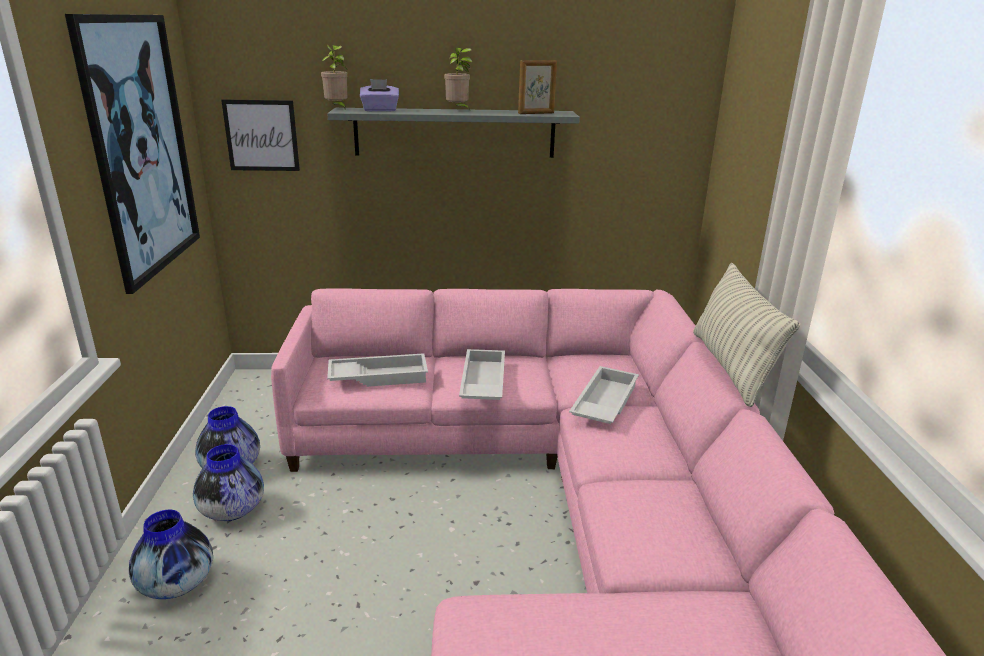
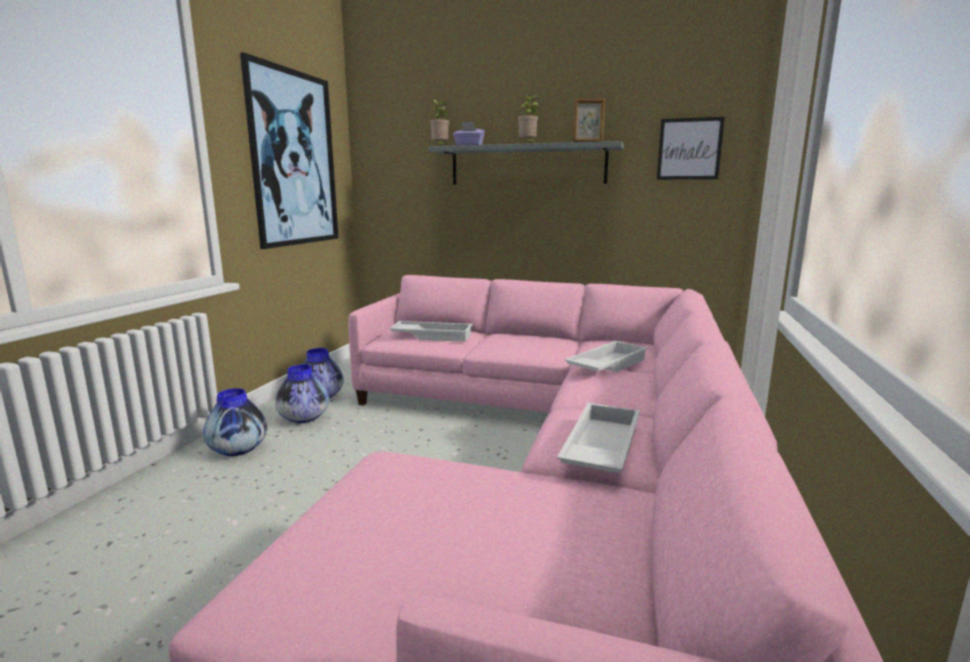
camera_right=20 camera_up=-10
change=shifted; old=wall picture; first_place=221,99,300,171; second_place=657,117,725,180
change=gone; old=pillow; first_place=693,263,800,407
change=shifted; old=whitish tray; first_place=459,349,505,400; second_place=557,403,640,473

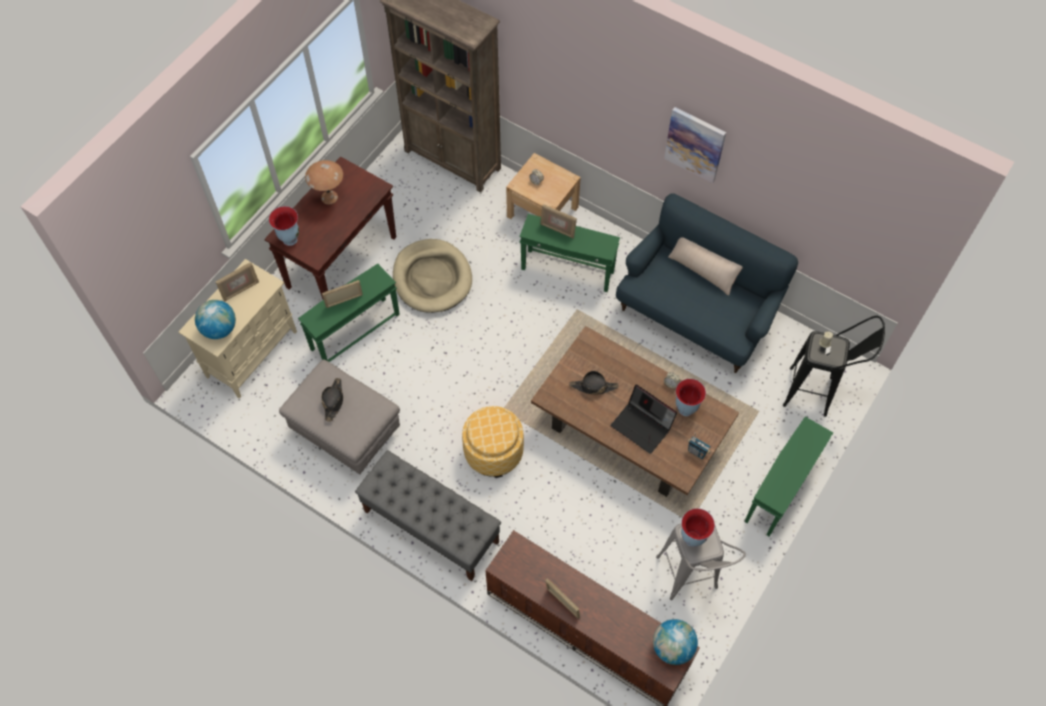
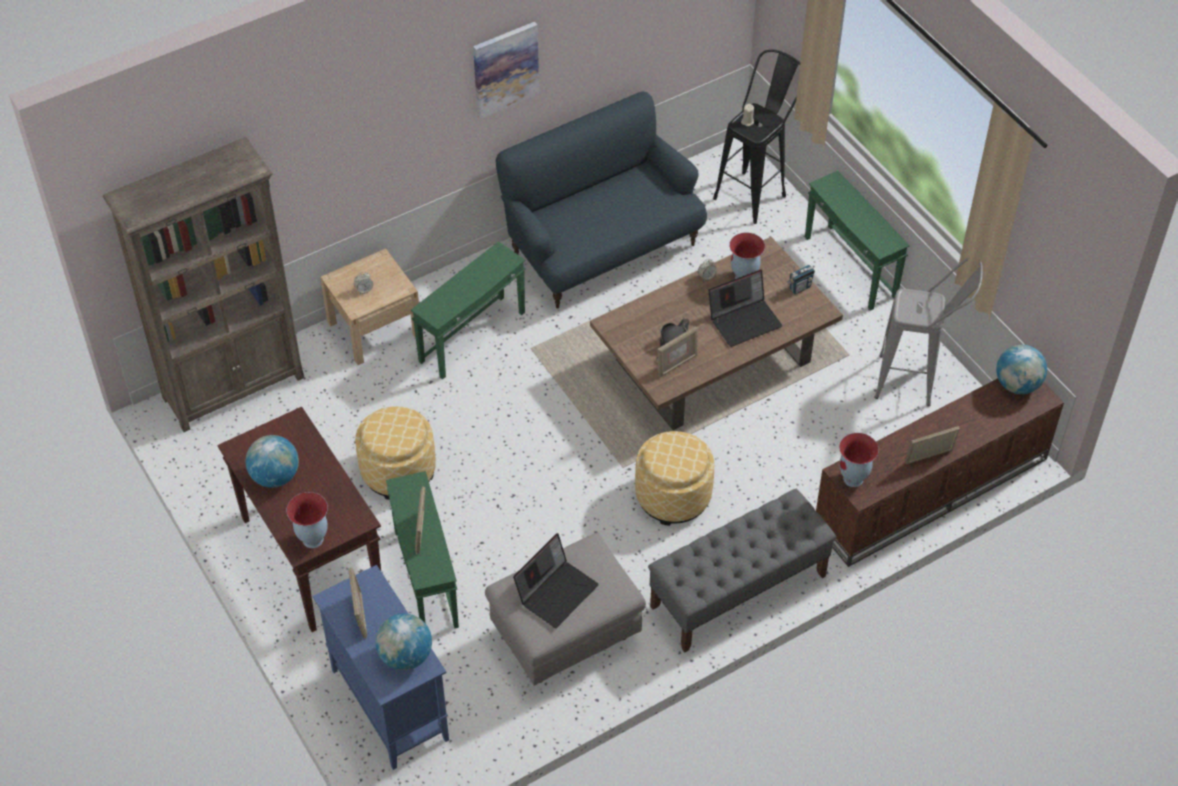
camera_right=-65 camera_up=-10
change=swapped; old=brownish lamp for a table; new=globe; first_place=305,160,343,204; second_place=245,435,299,488
change=shifted; old=picture frame; first_place=540,205,577,239; second_place=657,326,698,378
change=gone; old=beige-coloured pillow; first_place=668,237,743,296
change=swapped; old=beige-coloured pet bed; new=footrest; first_place=393,239,472,313; second_place=355,406,436,500
change=repainted; old=beige-coloured cabinet; new=blue cabinet; first_place=178,259,297,399; second_place=313,565,449,770
change=swapped; old=black-coloured hat; new=laptop; first_place=321,378,343,422; second_place=513,533,599,628
change=shifted; old=flower vase; first_place=681,508,715,547; second_place=839,433,879,487

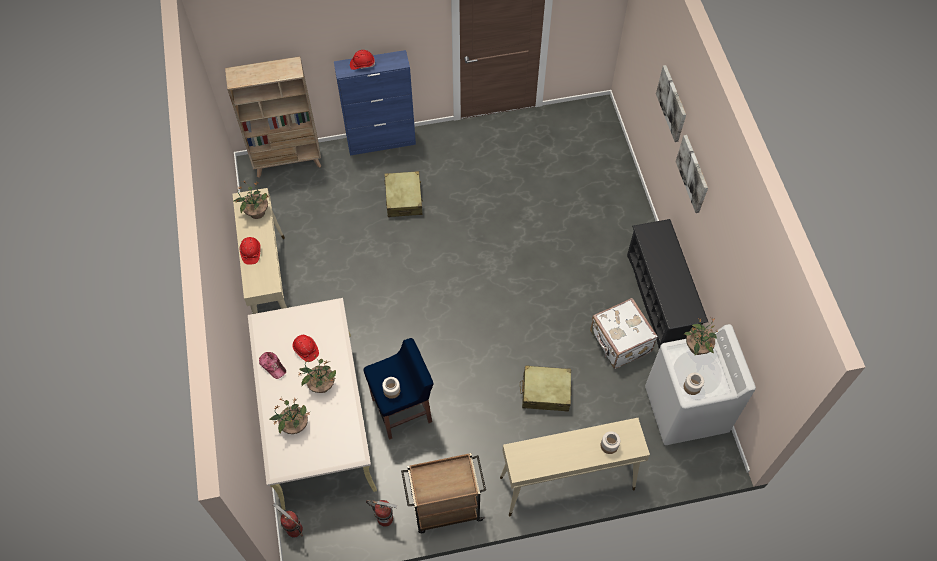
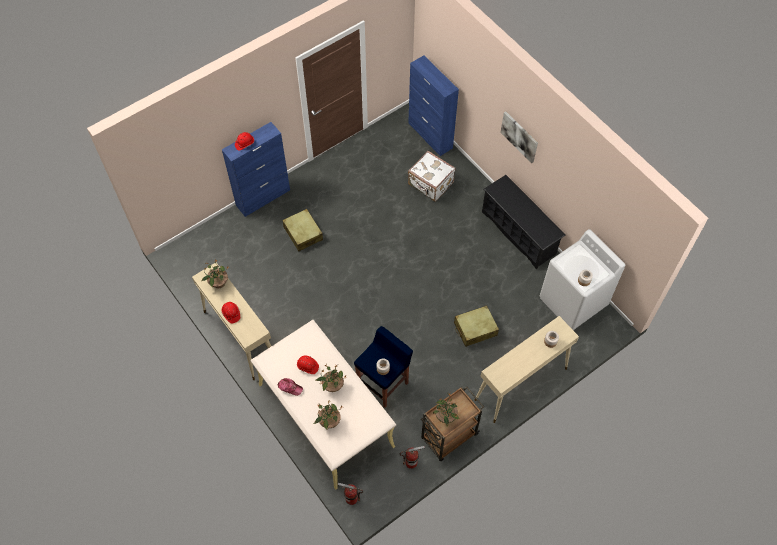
camera_right=-25 camera_up=0
change=gone; old=beige-coloured bookcase; first_place=225,56,321,178
change=gone; old=wall picture; first_place=656,65,686,142
change=shifted; old=whitish piece of luggage; first_place=590,298,658,369; second_place=408,151,455,202
change=shifted; old=plant in a pot; first_place=683,317,717,356; second_place=433,393,459,426
change=new; new=blue cabinet; second_place=408,55,459,156

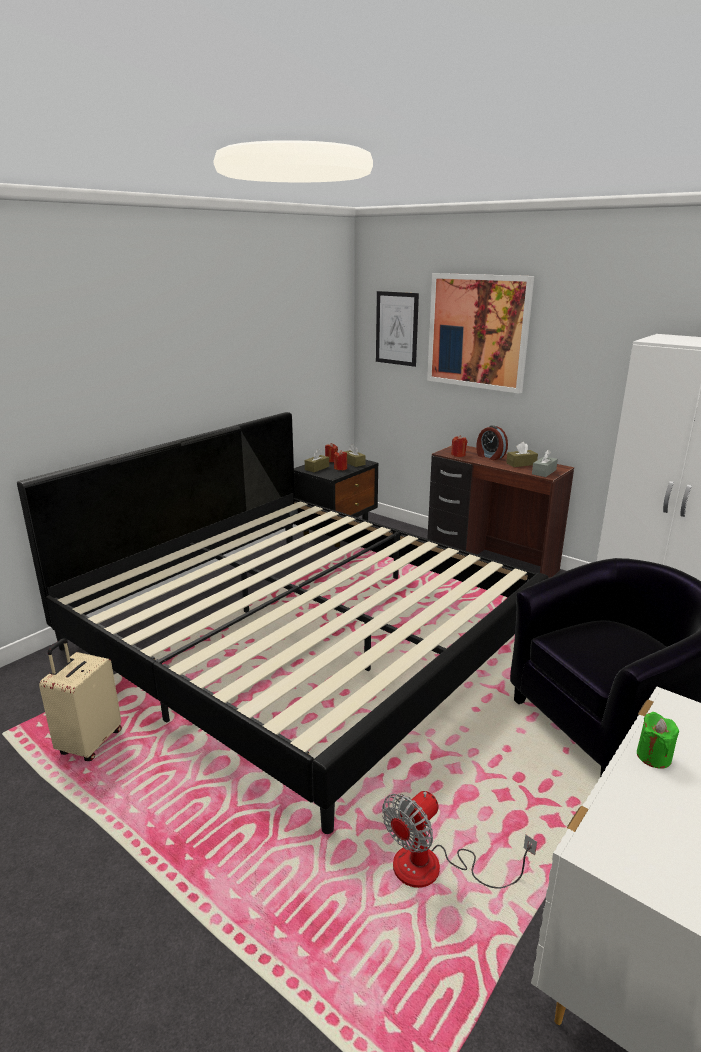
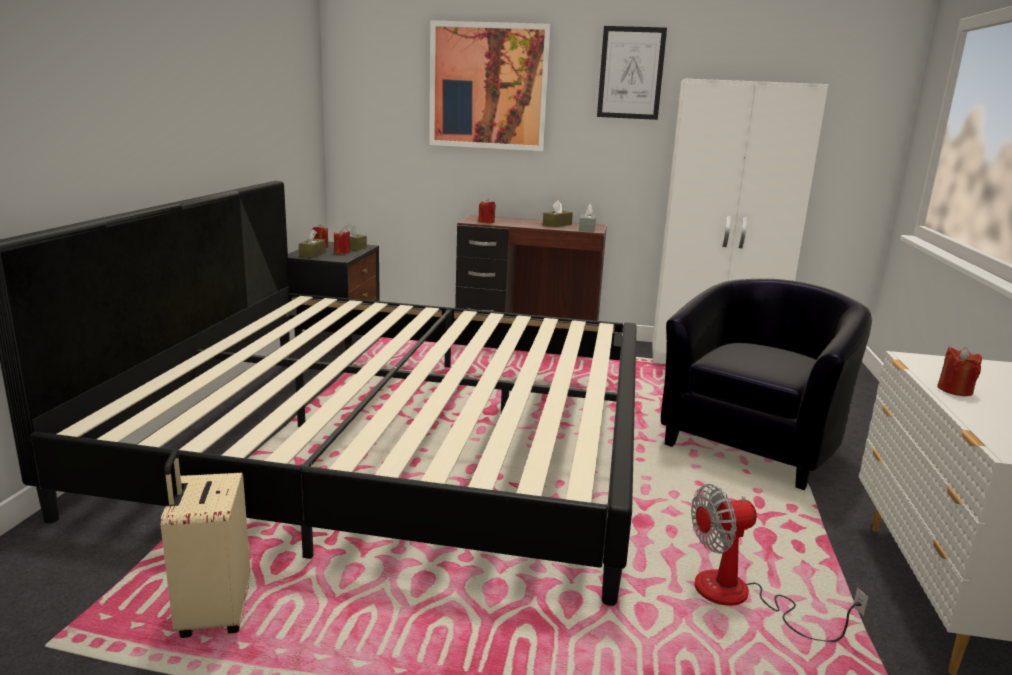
camera_right=-30 camera_up=-5
change=shifted; old=wall picture; first_place=376,291,419,367; second_place=597,26,667,120
change=gone; old=table clock; first_place=476,425,508,460
change=repainted; old=greenish candle; new=reddish candle; first_place=637,712,679,769; second_place=938,347,982,396
change=rotated; old=cooling fan; first_place=382,791,537,889; second_place=691,484,869,642; degrees=60

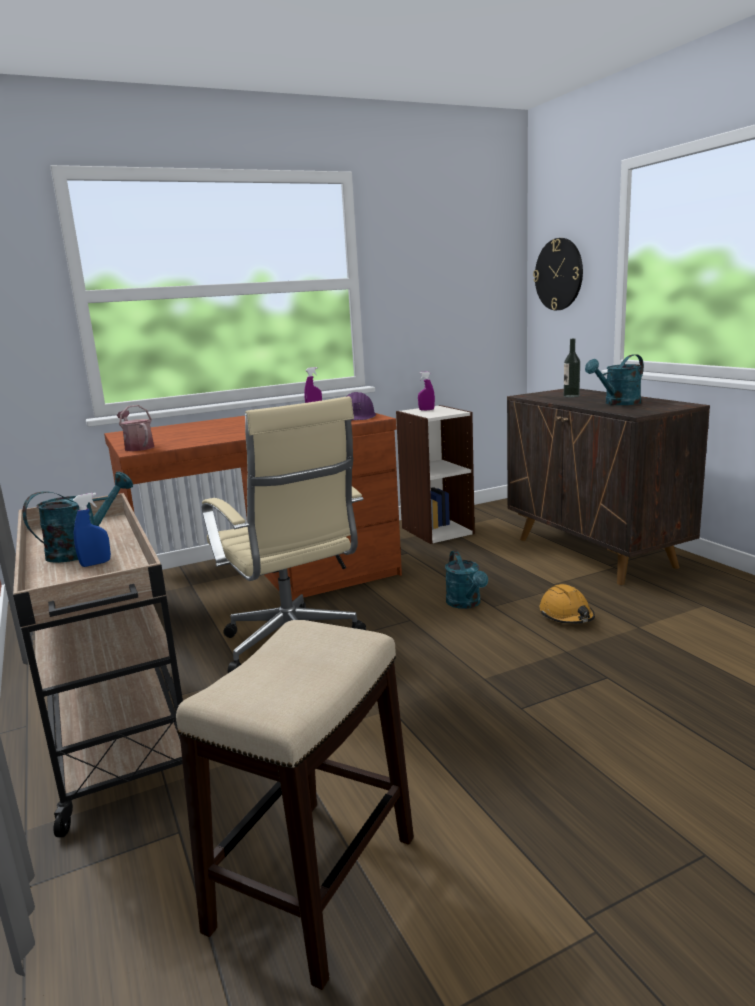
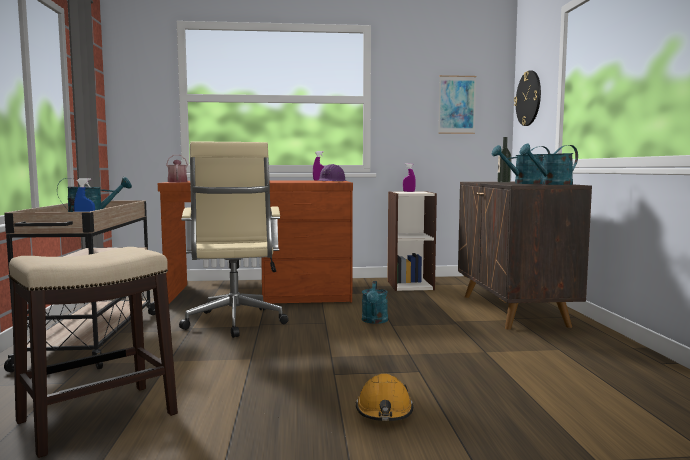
camera_right=20 camera_up=-10
change=shifted; old=orangey safety helmet; first_place=539,584,595,624; second_place=356,374,413,421
change=new; new=wall picture; second_place=438,75,476,134
change=new; new=turquoise watering can; second_place=519,144,578,185

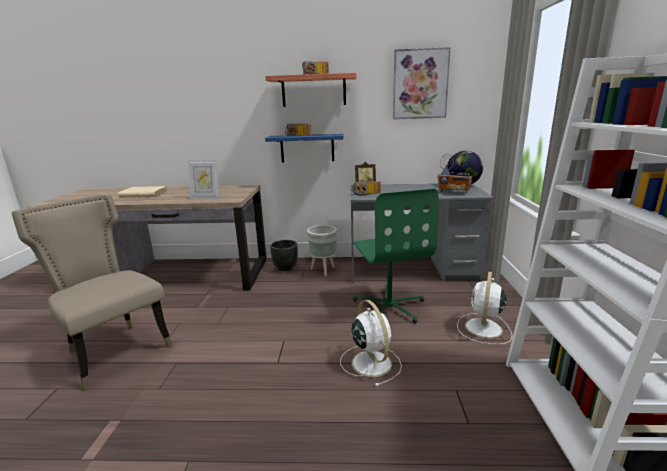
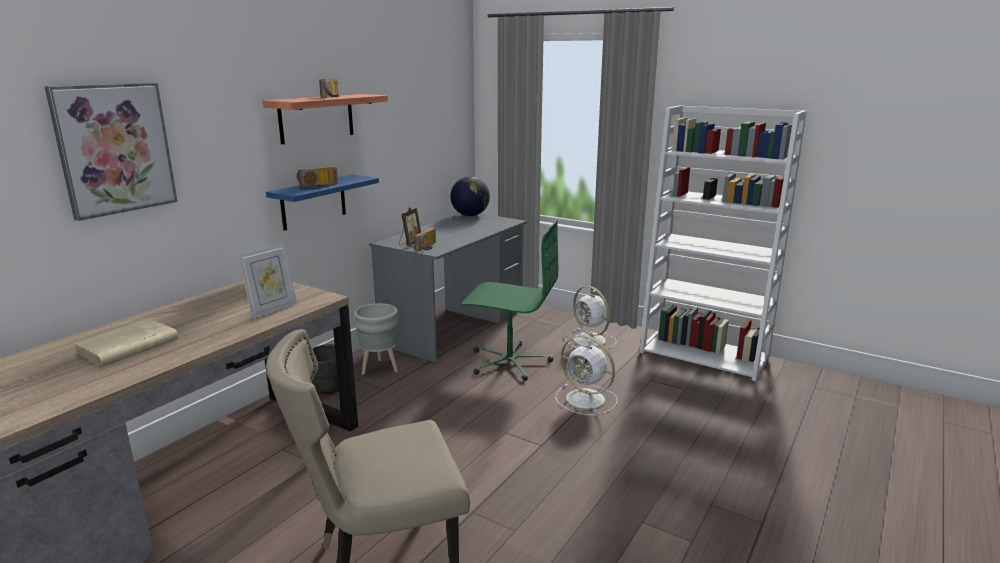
camera_right=-60 camera_up=0
change=shifted; old=wall picture; first_place=393,47,451,119; second_place=45,83,178,221
change=gone; old=radio set; first_place=437,154,472,193
change=rotated; old=whitish cooling fan; first_place=340,300,402,386; second_place=555,335,618,415; degrees=-150

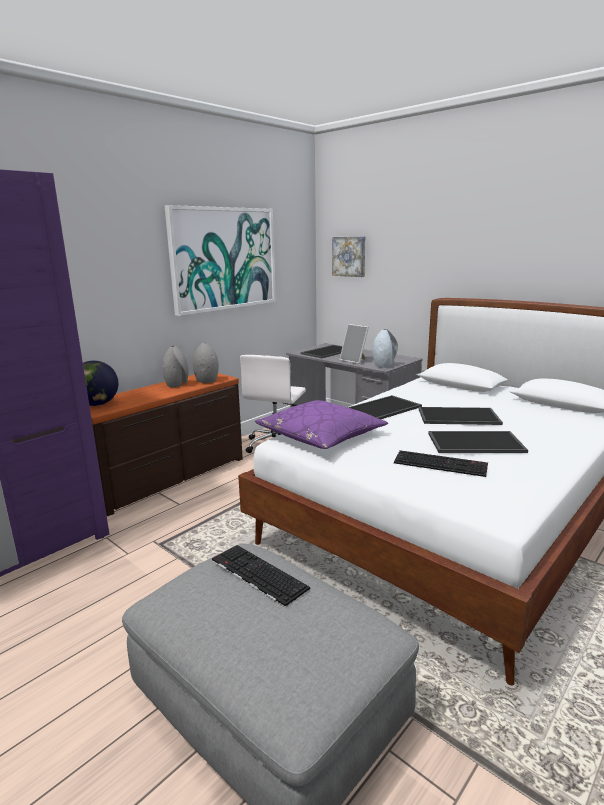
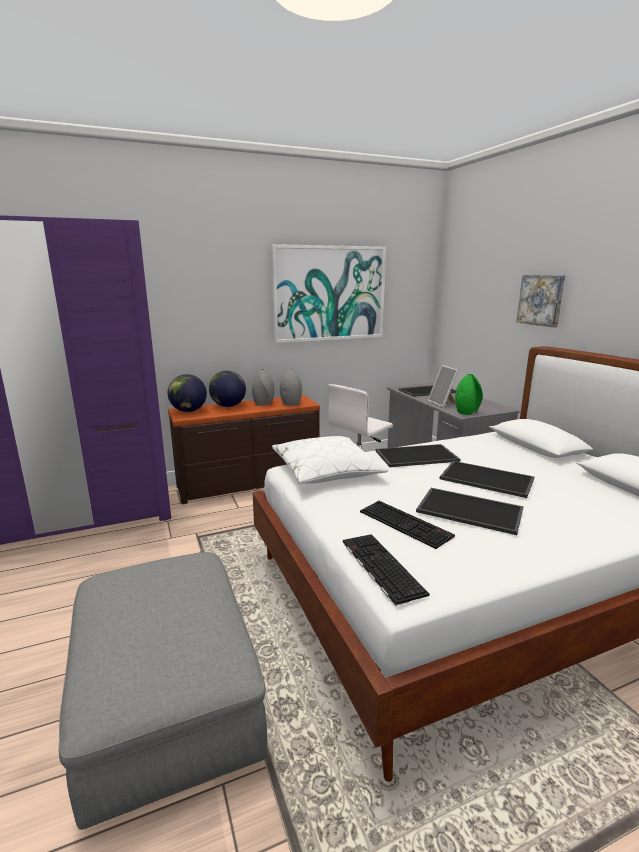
camera_right=25 camera_up=0
change=shifted; old=wall picture; first_place=332,236,365,277; second_place=516,275,565,327
change=repainted; old=gray flower vase; new=greenish flower vase; first_place=373,329,398,368; second_place=455,374,483,415
change=repainted; old=purplish pillow; new=whitish pillow; first_place=255,400,388,449; second_place=272,436,389,484
change=shifted; old=keyboard; first_place=212,545,310,608; second_place=343,534,430,606
change=new; new=globe; second_place=209,371,246,407

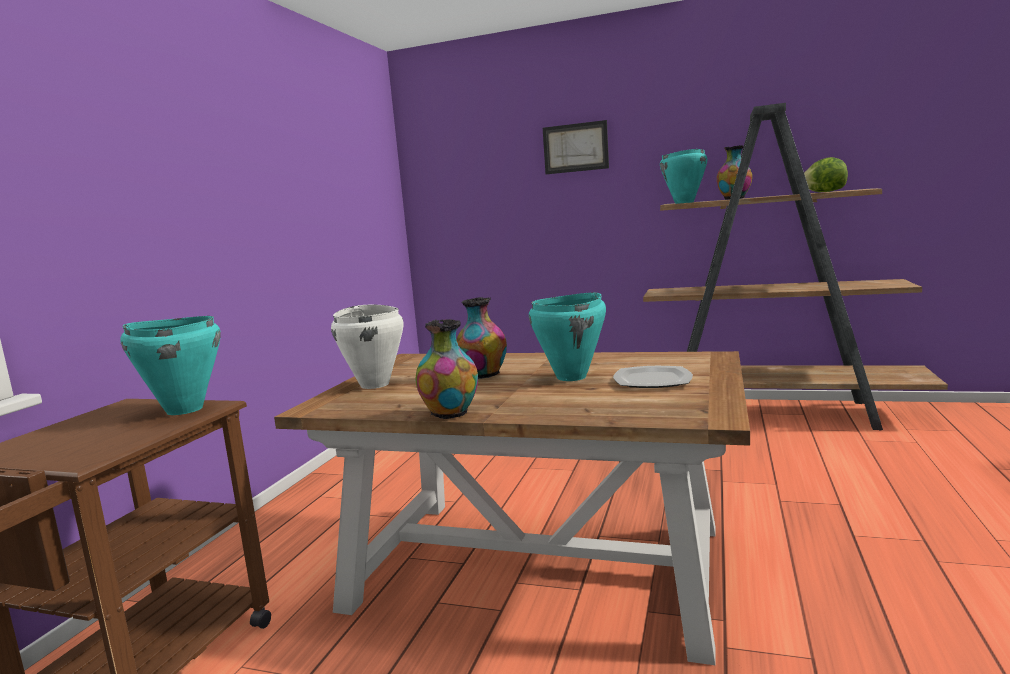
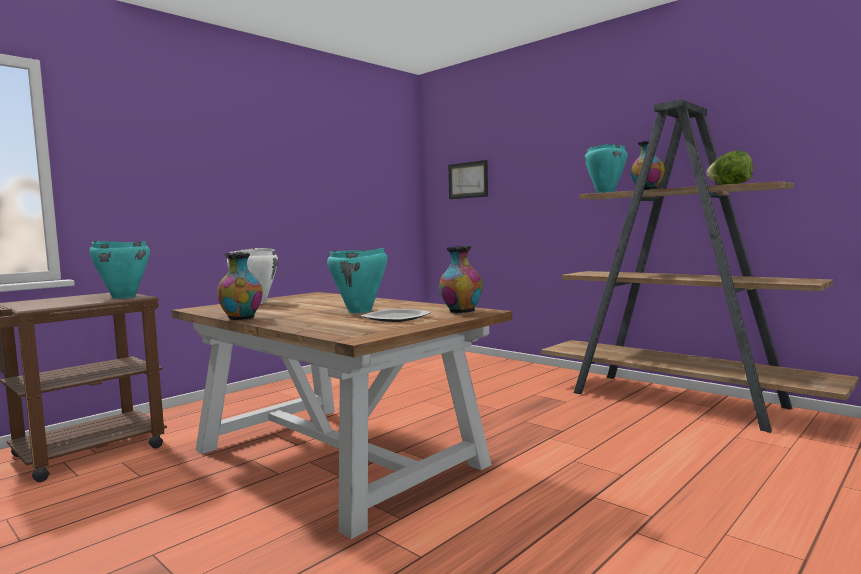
camera_right=25 camera_up=-5
change=shifted; old=wall picture; first_place=543,120,609,174; second_place=448,160,488,199
change=shifted; old=flower vase; first_place=456,297,507,379; second_place=439,246,482,313

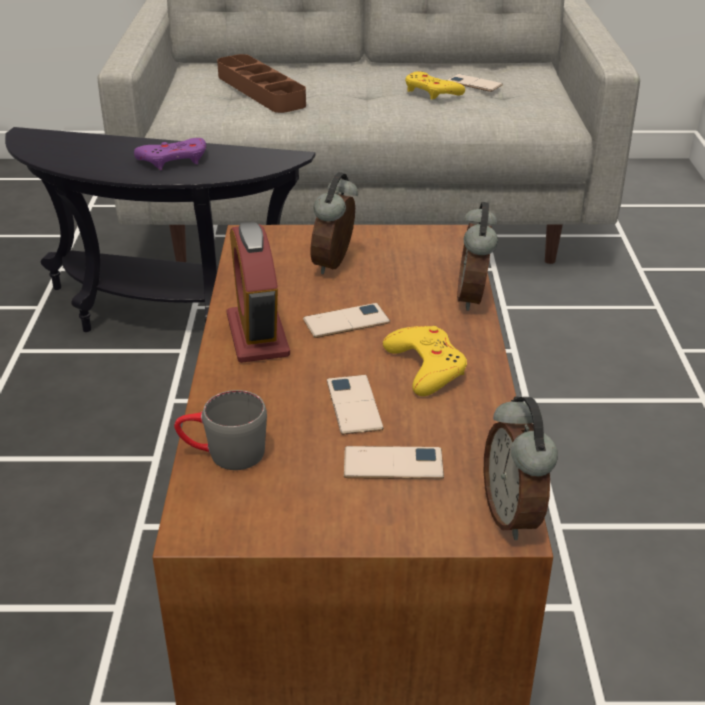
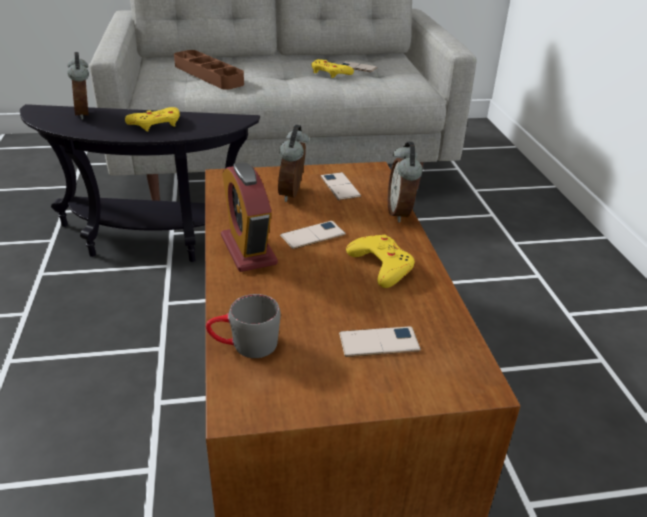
camera_right=-10 camera_up=0
change=repainted; old=purplish gamepad; new=yellow-coloured gamepad; first_place=134,138,206,170; second_place=125,107,180,132
change=shifted; old=telephone; first_place=327,375,383,435; second_place=321,172,361,200
change=shifted; old=table clock; first_place=484,396,558,540; second_place=67,52,89,120

